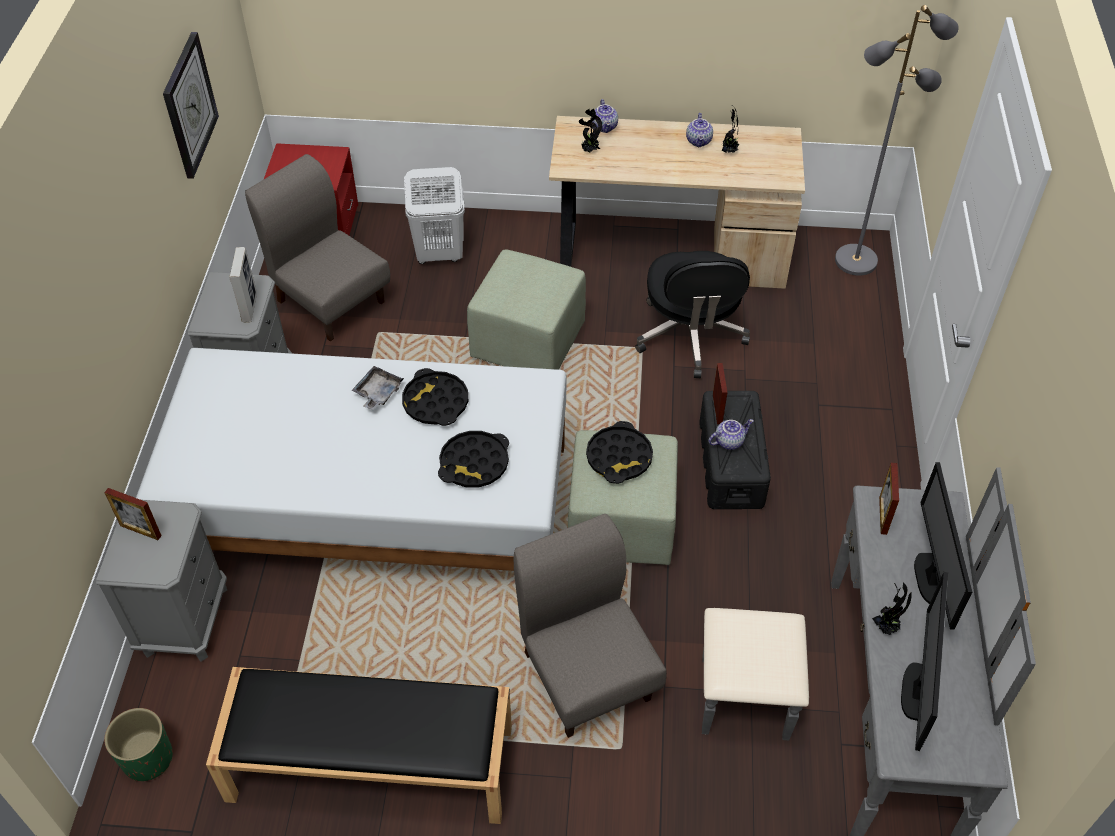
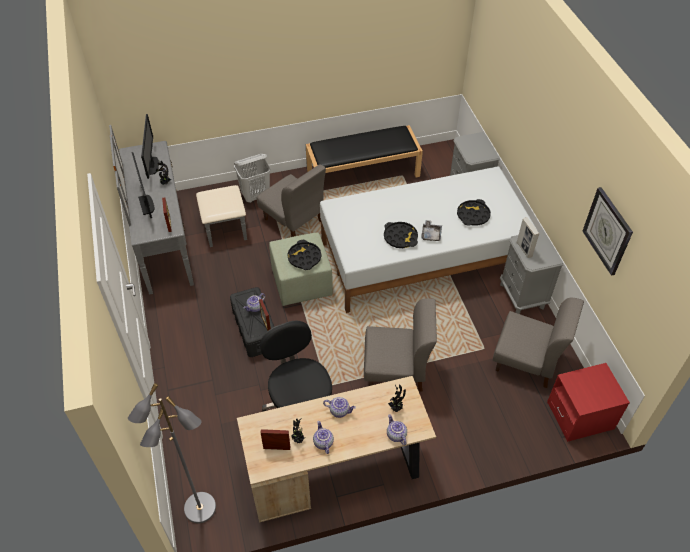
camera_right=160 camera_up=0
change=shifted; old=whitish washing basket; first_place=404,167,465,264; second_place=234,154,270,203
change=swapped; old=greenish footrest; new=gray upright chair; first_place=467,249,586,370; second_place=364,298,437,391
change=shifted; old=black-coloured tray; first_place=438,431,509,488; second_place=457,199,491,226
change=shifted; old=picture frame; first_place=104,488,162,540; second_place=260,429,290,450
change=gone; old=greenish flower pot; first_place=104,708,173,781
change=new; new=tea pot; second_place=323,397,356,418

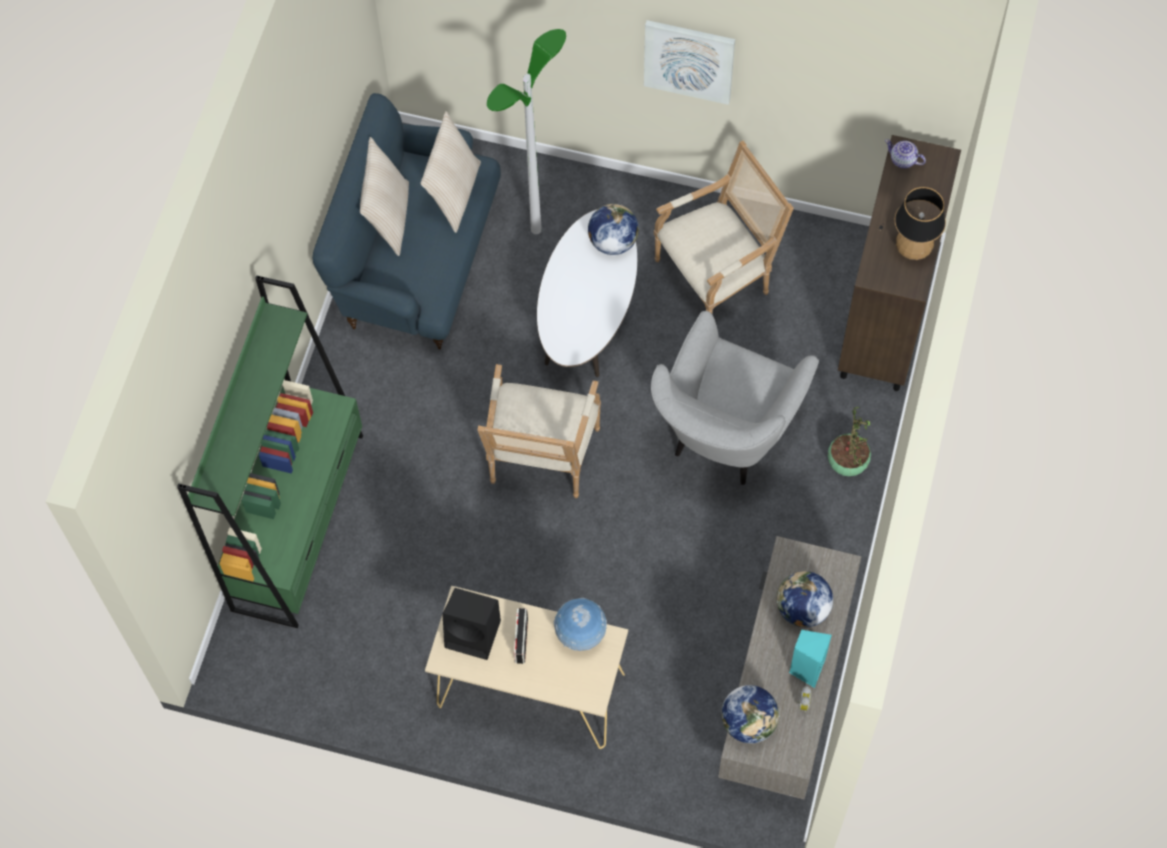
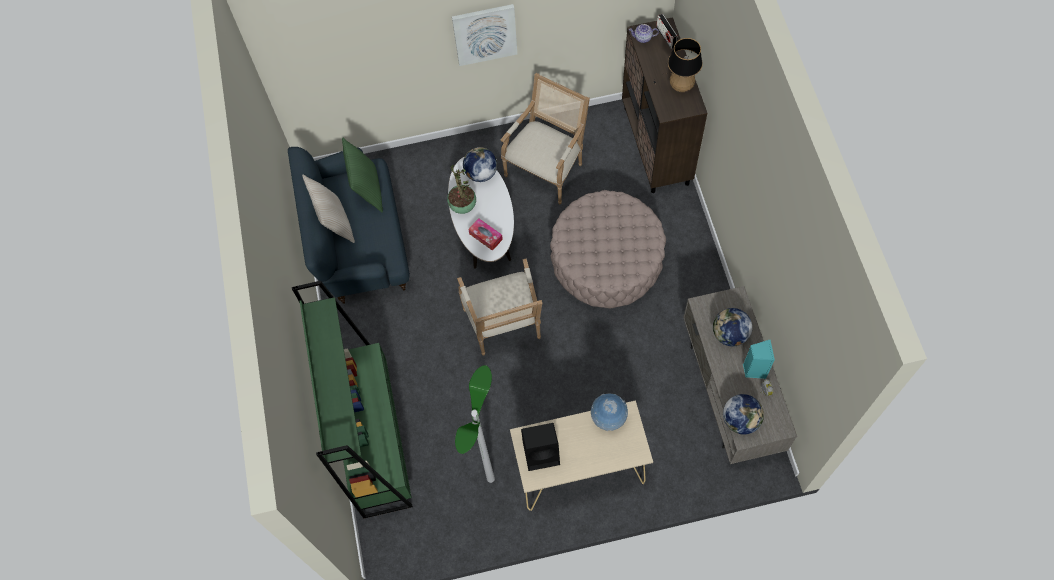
camera_right=-25 camera_up=0
change=shifted; old=floor lamp; first_place=487,29,566,234; second_place=455,365,495,483
change=repainted; old=beige-coloured pillow; new=greenish pillow; first_place=421,111,481,233; second_place=342,137,383,212
change=swapped; old=gray lounge chair; new=beige-coloured footrest; first_place=651,311,819,485; second_place=550,190,666,308
change=shifted; old=plant in a pot; first_place=828,407,871,476; second_place=447,165,476,214
change=shifted; old=radio set; first_place=514,608,528,664; second_place=656,14,678,49
change=new; new=tissue box; second_place=468,218,503,251

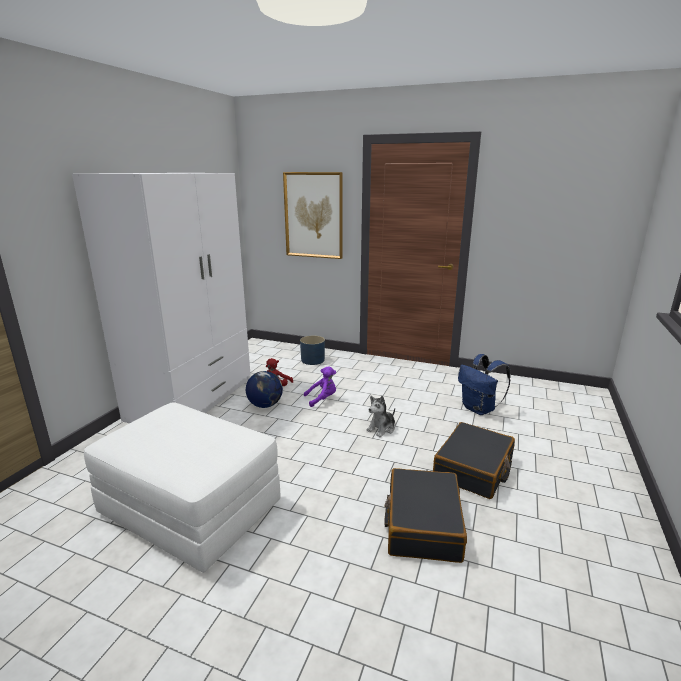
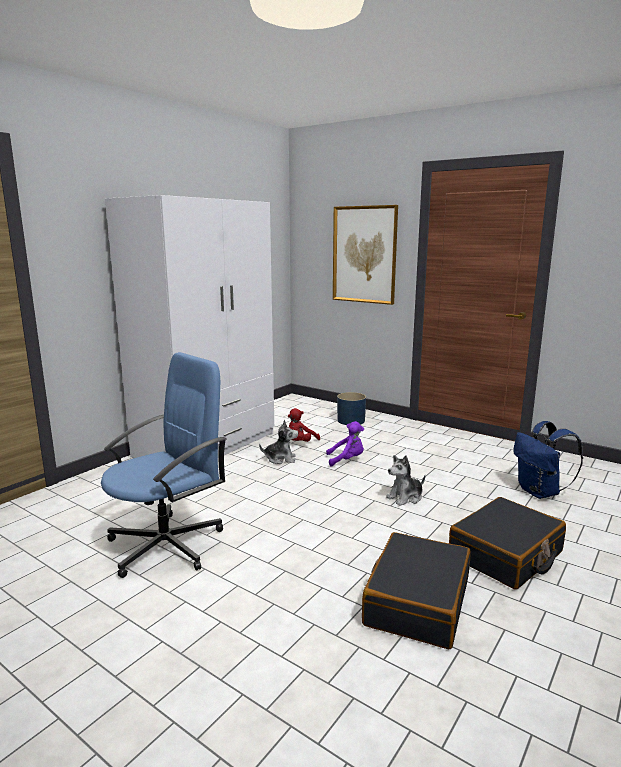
camera_right=15 camera_up=-5
change=swapped; old=globe; new=cuddly toy; first_place=246,371,283,408; second_place=259,420,298,464
change=swapped; old=whitish footrest; new=blue computer chair; first_place=84,402,281,573; second_place=101,352,226,578

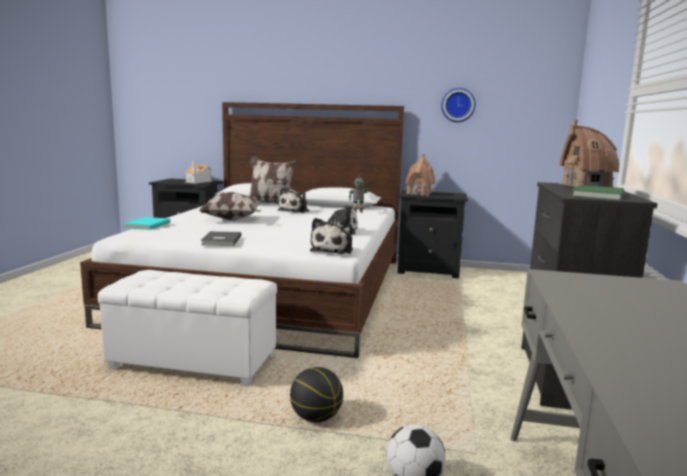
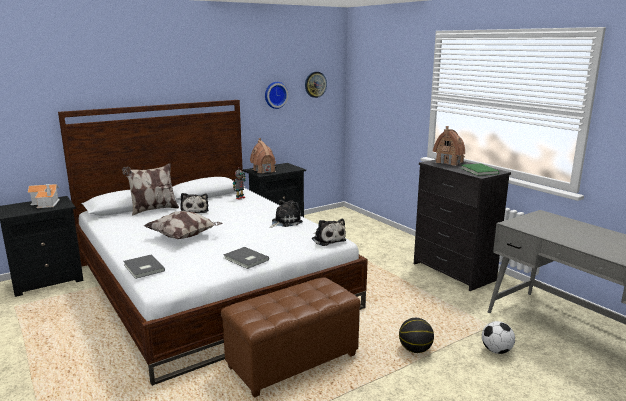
camera_right=-45 camera_up=5
change=repainted; old=turquoise volume; new=gray volume; first_place=124,217,171,230; second_place=123,255,165,279
change=repainted; old=whitish footrest; new=brownish footrest; first_place=98,270,277,387; second_place=221,277,361,398
change=new; new=wall clock; second_place=305,72,327,98

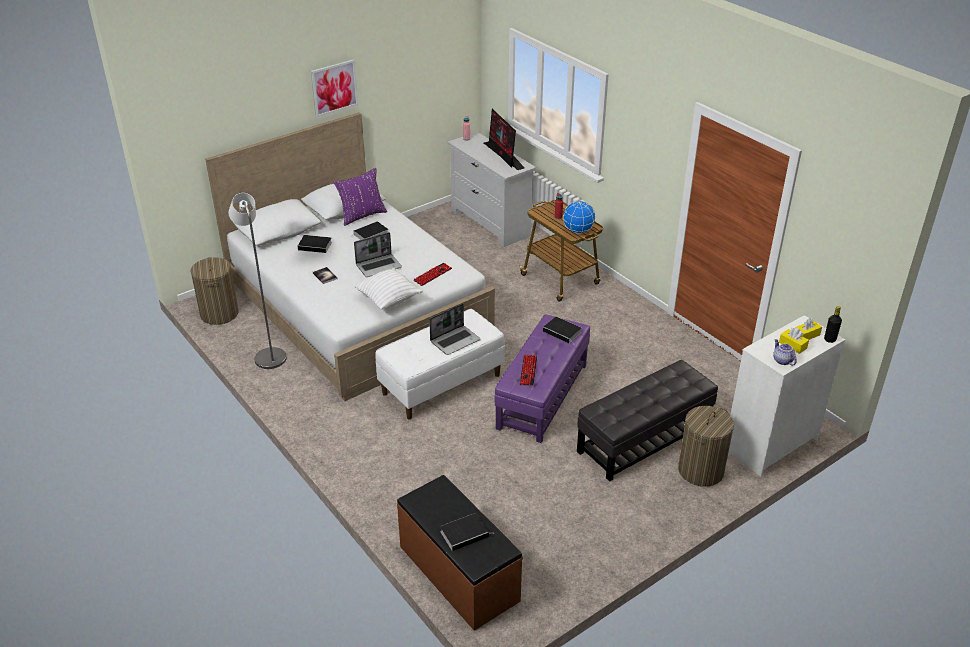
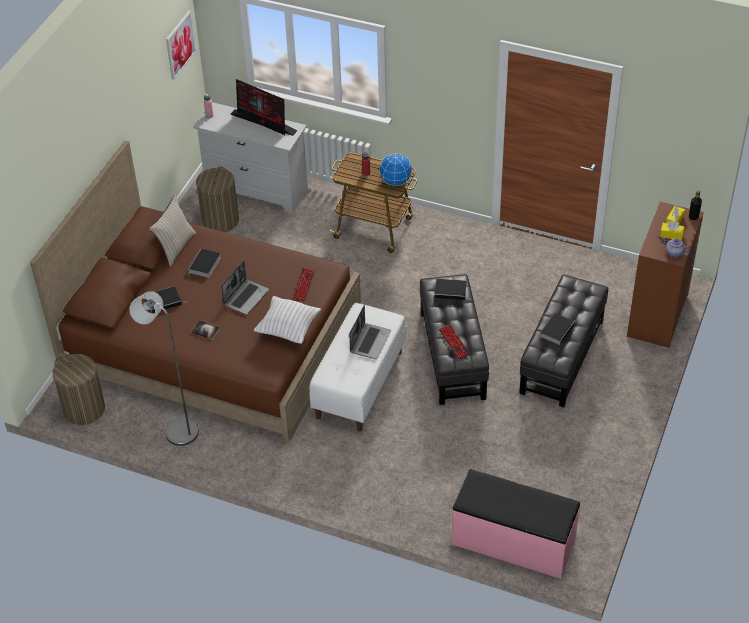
camera_right=-30 camera_up=10
change=shifted; old=wall picture; first_place=311,59,358,117; second_place=166,11,196,80
change=repainted; old=whitish sleeping bed; new=brownish sleeping bed; first_place=205,112,495,401; second_place=30,141,361,441
change=repainted; old=purplish pillow; new=beige-coloured pillow; first_place=333,168,387,226; second_place=149,194,196,267
change=repainted; old=purplish footrest; new=black-coloured footrest; first_place=495,314,590,443; second_place=420,274,489,405
change=repainted; old=whitish dresser; new=brownish dresser; first_place=728,315,845,476; second_place=627,202,704,348
change=shifted; old=washing basket; first_place=678,406,734,487; second_place=196,167,239,232
change=repainted; old=brownish indoor bench; new=pinkish indoor bench; first_place=397,475,523,631; second_place=452,469,581,579
change=shifted; old=volume; first_place=440,513,494,551; second_place=540,313,575,345

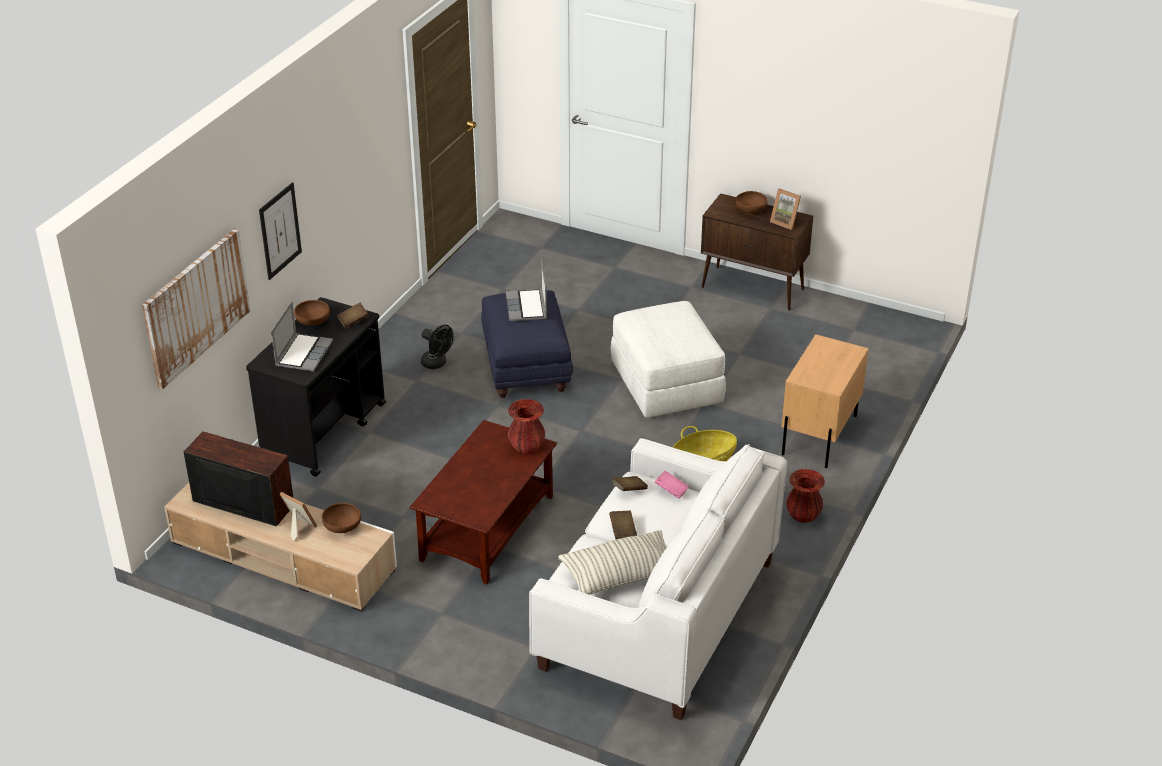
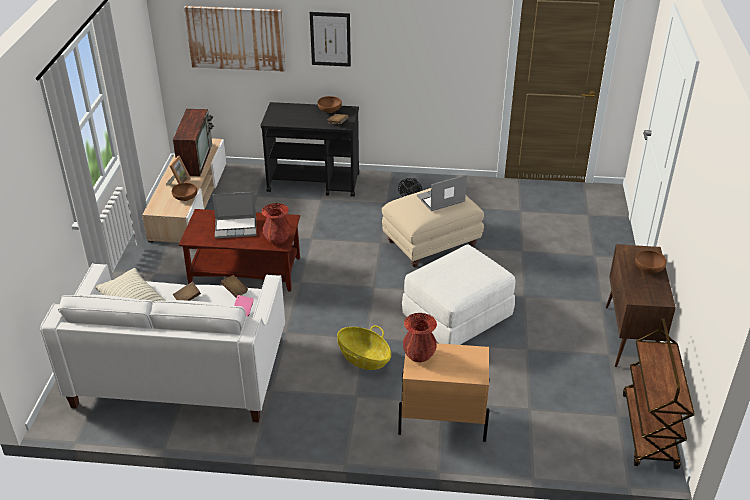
camera_right=70 camera_up=0
change=gone; old=picture frame; first_place=770,188,801,230
change=repainted; old=blue footrest; new=beige-coloured footrest; first_place=481,290,573,398; second_place=382,188,484,267
change=shifted; old=laptop; first_place=271,301,333,372; second_place=212,192,256,238
change=shifted; old=reddish flower vase; first_place=786,469,825,523; second_place=403,313,437,362
change=new; new=brownish cart; second_place=623,318,695,469

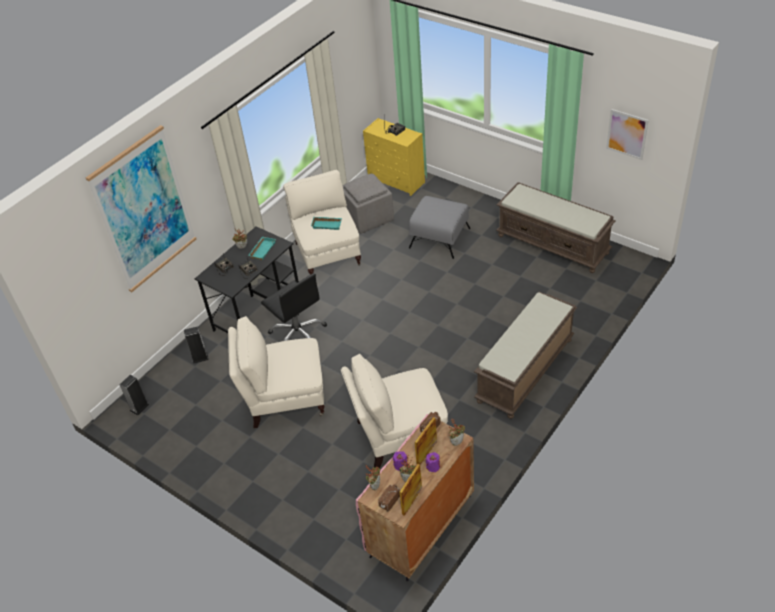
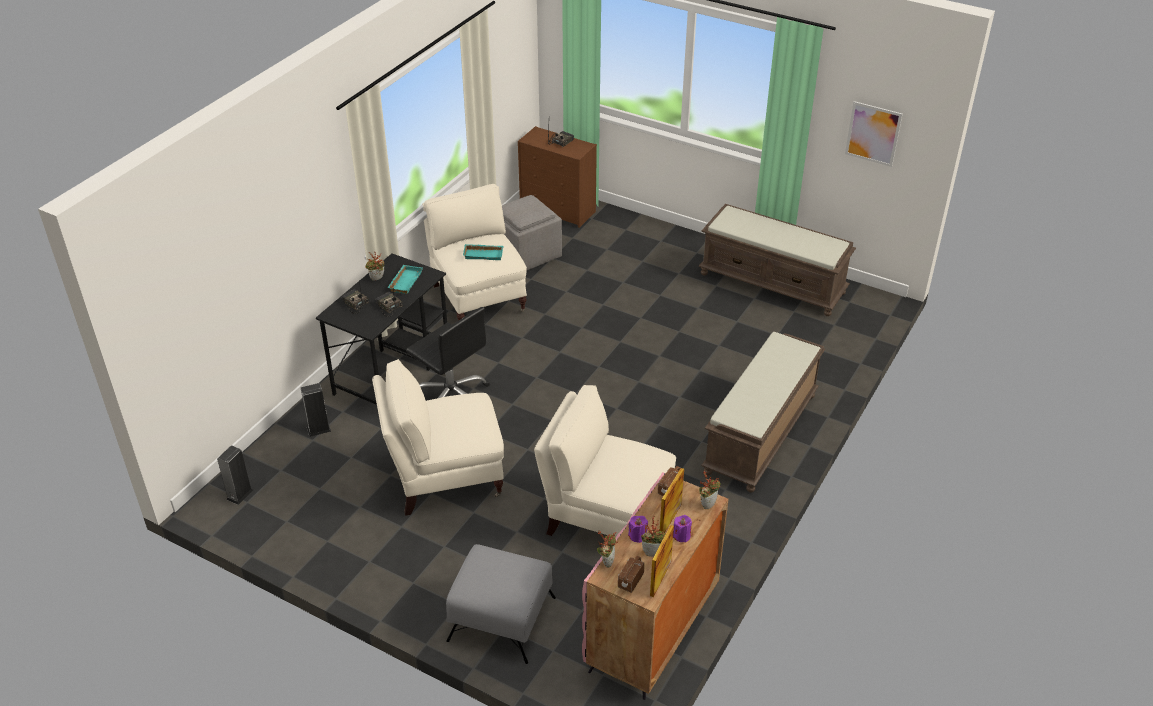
camera_right=-10 camera_up=-5
change=repainted; old=yellow-coloured dresser; new=brownish dresser; first_place=363,118,425,196; second_place=518,126,597,228
change=gone; old=wall picture; first_place=86,125,196,292
change=shifted; old=gray footrest; first_place=409,196,470,259; second_place=446,544,556,664
change=rotated; old=beige-coloured lounge chair; first_place=341,354,448,468; second_place=534,385,676,537; degrees=45

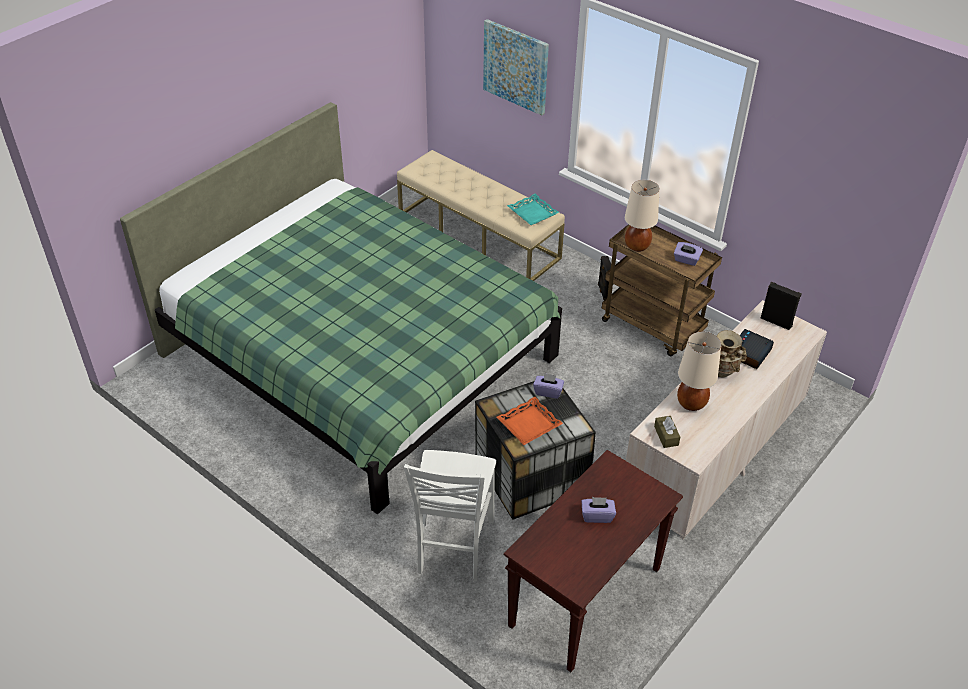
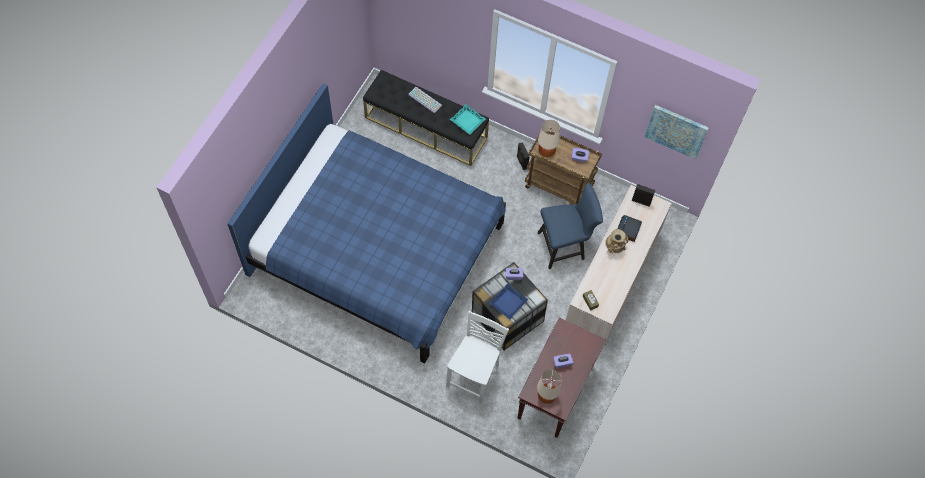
camera_right=-15 camera_up=20
change=shifted; old=wall picture; first_place=483,19,549,115; second_place=645,105,709,159
change=repainted; old=greenish sleeping bed; new=blue sleeping bed; first_place=120,102,562,514; second_place=227,83,506,364
change=repainted; old=beige-coloured indoor bench; new=black-coloured indoor bench; first_place=397,150,565,281; second_place=363,70,489,166
change=shifted; old=beige-coloured lamp for a table; first_place=677,332,721,411; second_place=537,370,562,404
change=repainted; old=orangey tray; new=blue tray; first_place=496,397,563,445; second_place=489,283,529,320
change=rotated; old=whitish upright chair; first_place=404,450,496,581; second_place=446,311,509,404; degrees=-150
change=new; new=keyboard; second_place=408,87,442,113
change=new; new=blue upright chair; second_place=538,183,603,269

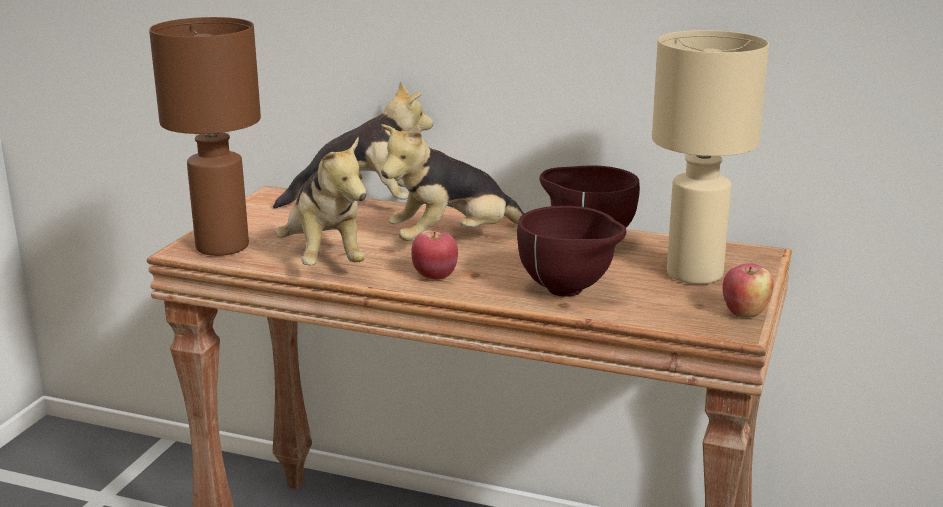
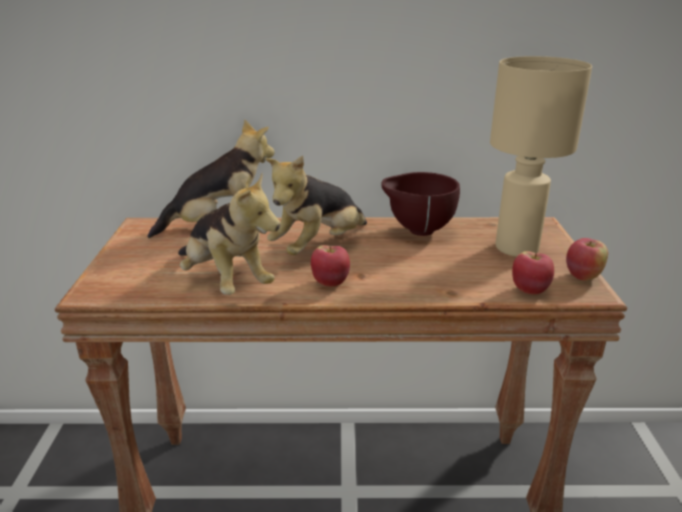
camera_right=-20 camera_up=5
change=gone; old=brownish lamp for a table; first_place=149,17,261,256
change=gone; old=brownish serving bowl; first_place=517,206,626,297
change=new; new=whole apple; second_place=512,251,554,295

